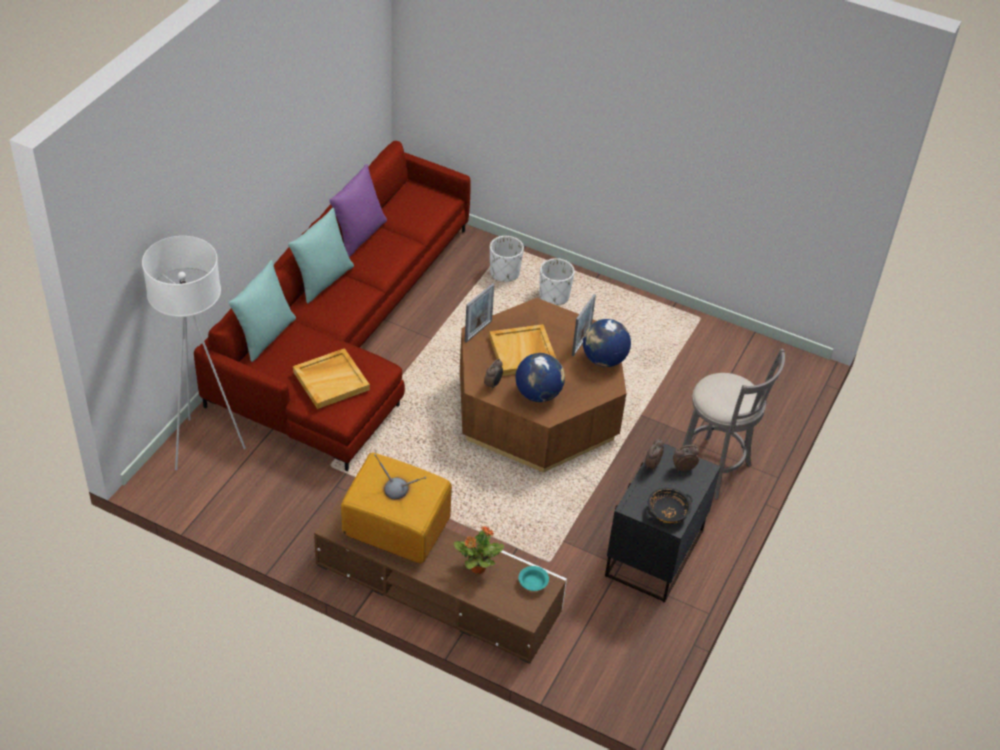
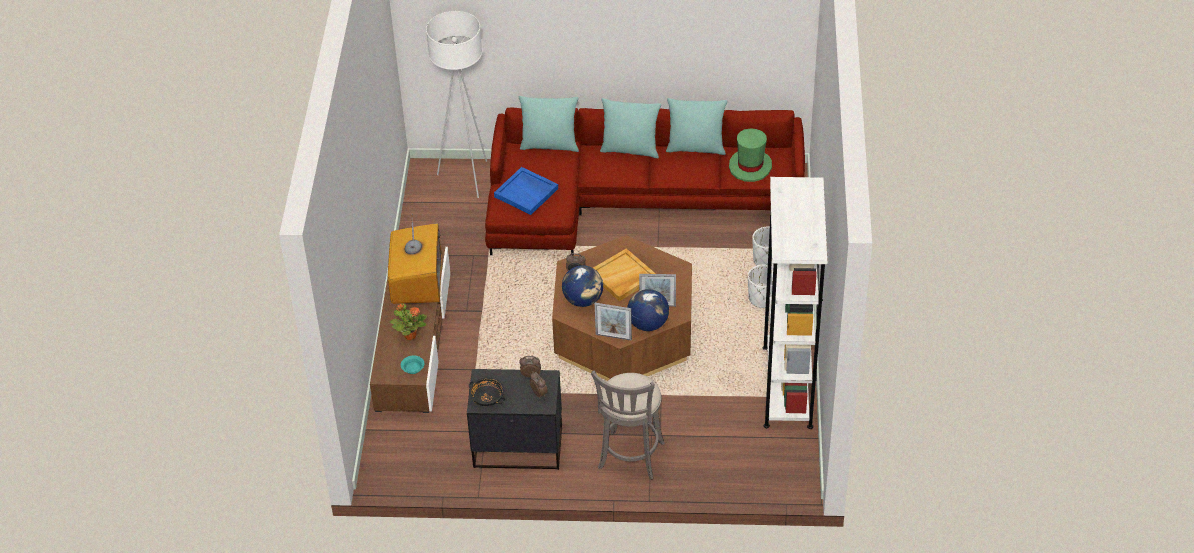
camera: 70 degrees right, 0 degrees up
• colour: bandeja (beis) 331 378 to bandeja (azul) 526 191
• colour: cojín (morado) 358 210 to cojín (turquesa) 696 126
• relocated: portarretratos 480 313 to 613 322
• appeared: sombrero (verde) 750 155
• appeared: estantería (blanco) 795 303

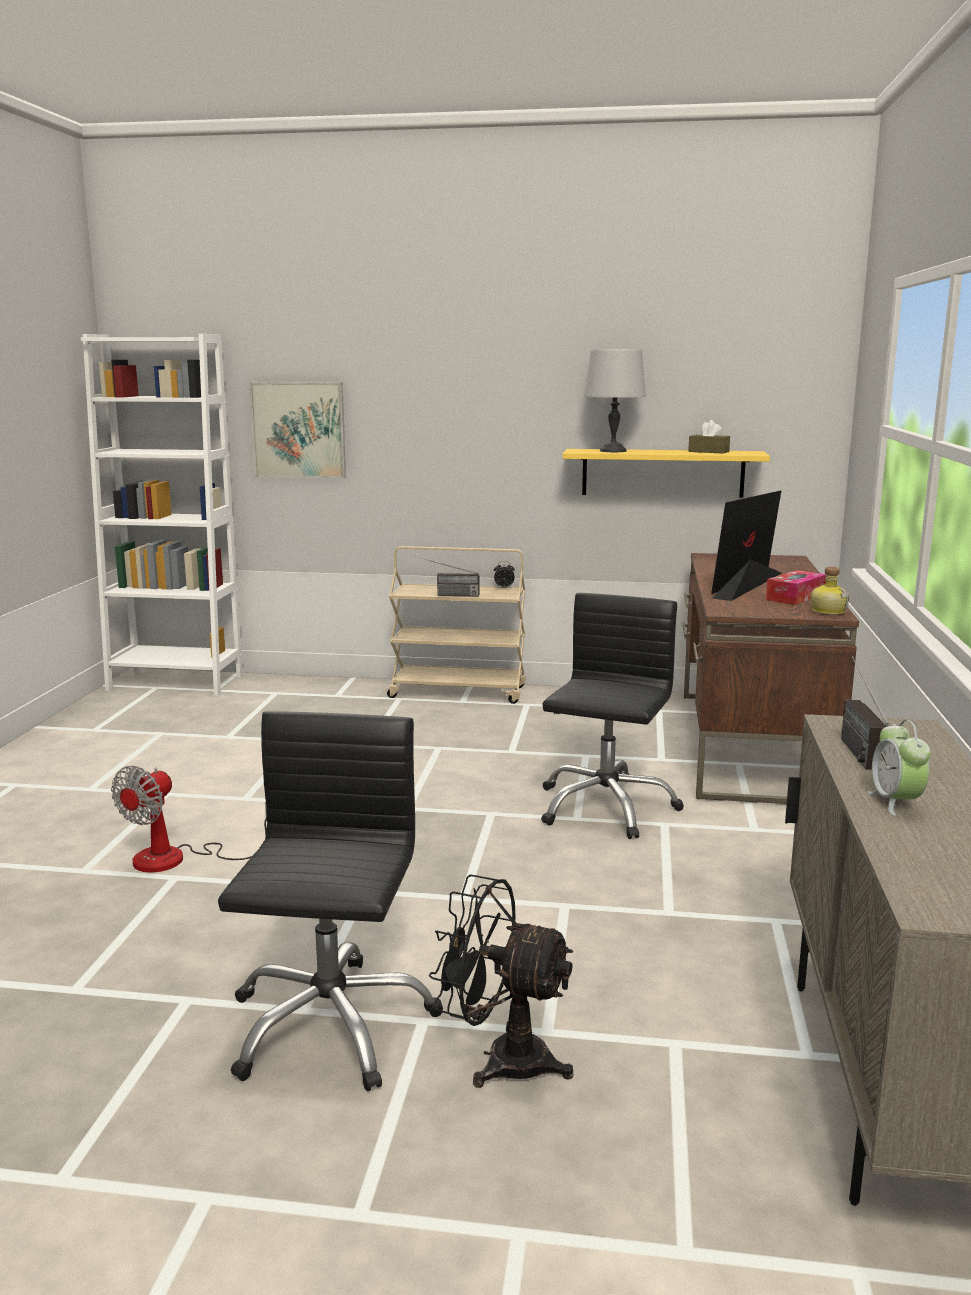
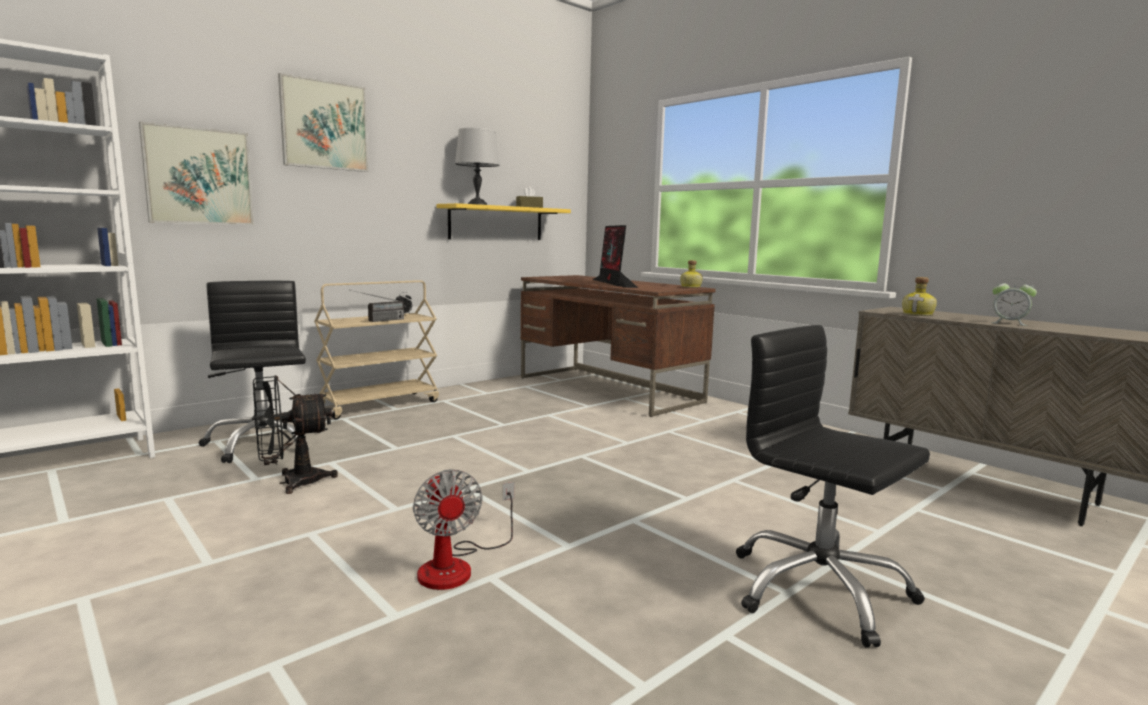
camera: 50 degrees left, 5 degrees down
• relocated: ventilador (negro) 501 981 to 295 434
• relocated: silla de oficina (negro) 612 716 to 259 372
• missing: caja de pañuelos 796 587
• exchanged: radio 865 713 to botella 919 296
• appeared: cuadro 323 122

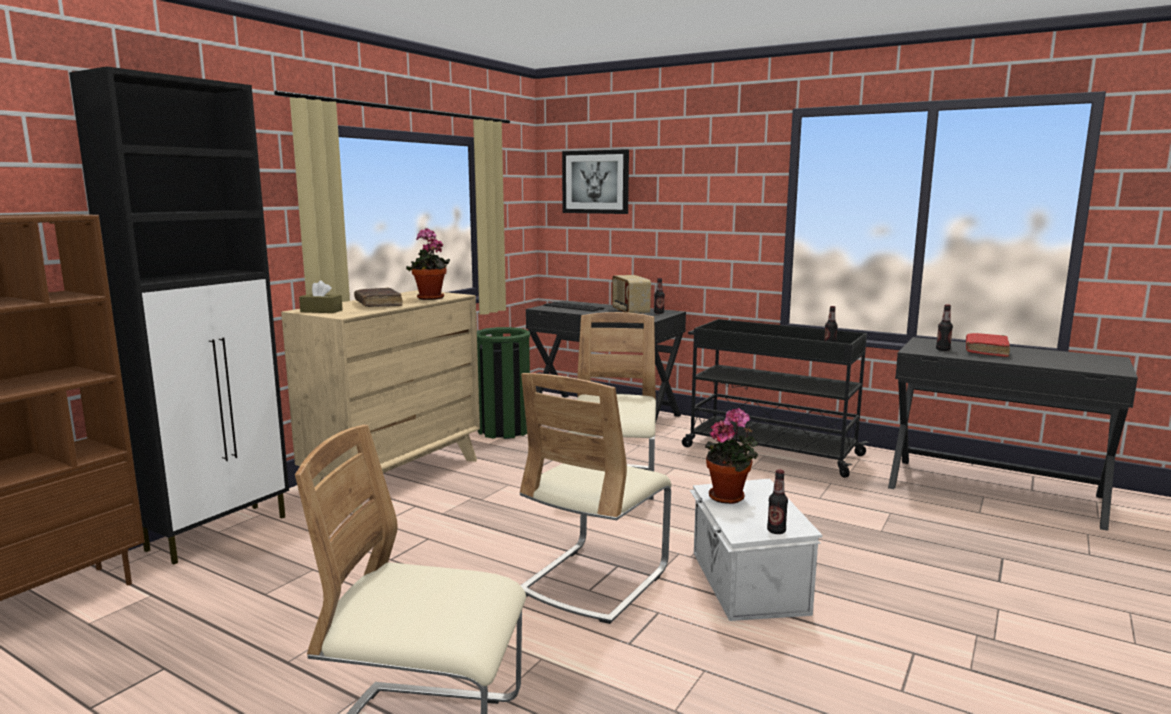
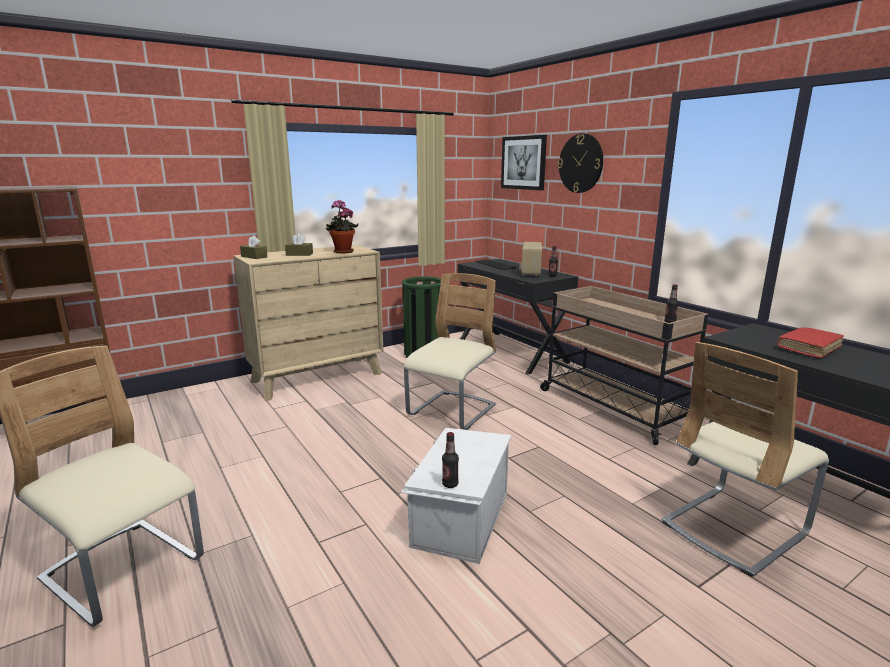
camera: 25 degrees right, 5 degrees up
• missing: armario (negro) 179 315
• exchanged: libro (marrón) 378 297 to caja de pañuelos (marrón) 299 244
• relocated: silla (beis) 596 498 to 745 459
• colour: carrito (negro) 775 398 to carrito (beis) 624 365
• missing: planta en maceta 731 456
• missing: botella 944 327
• appeared: reloj de pared 580 163

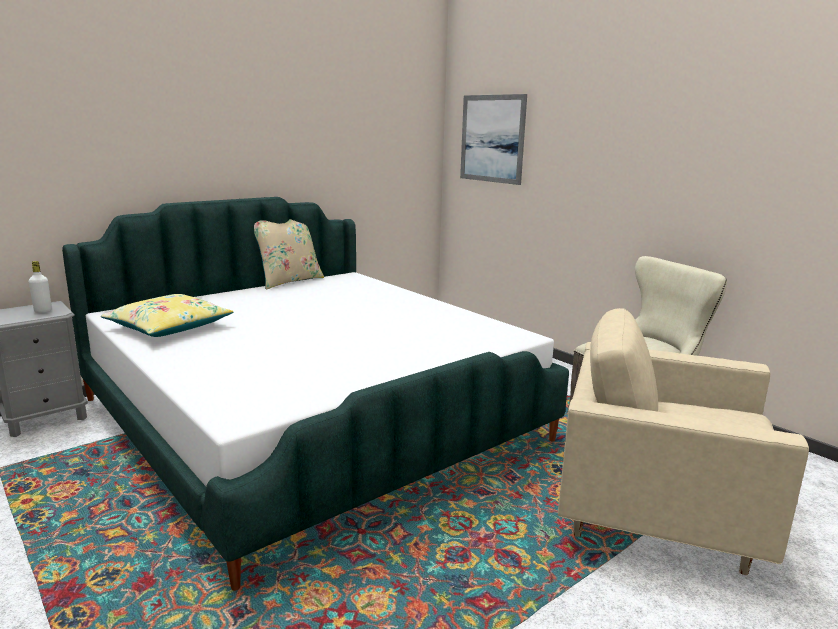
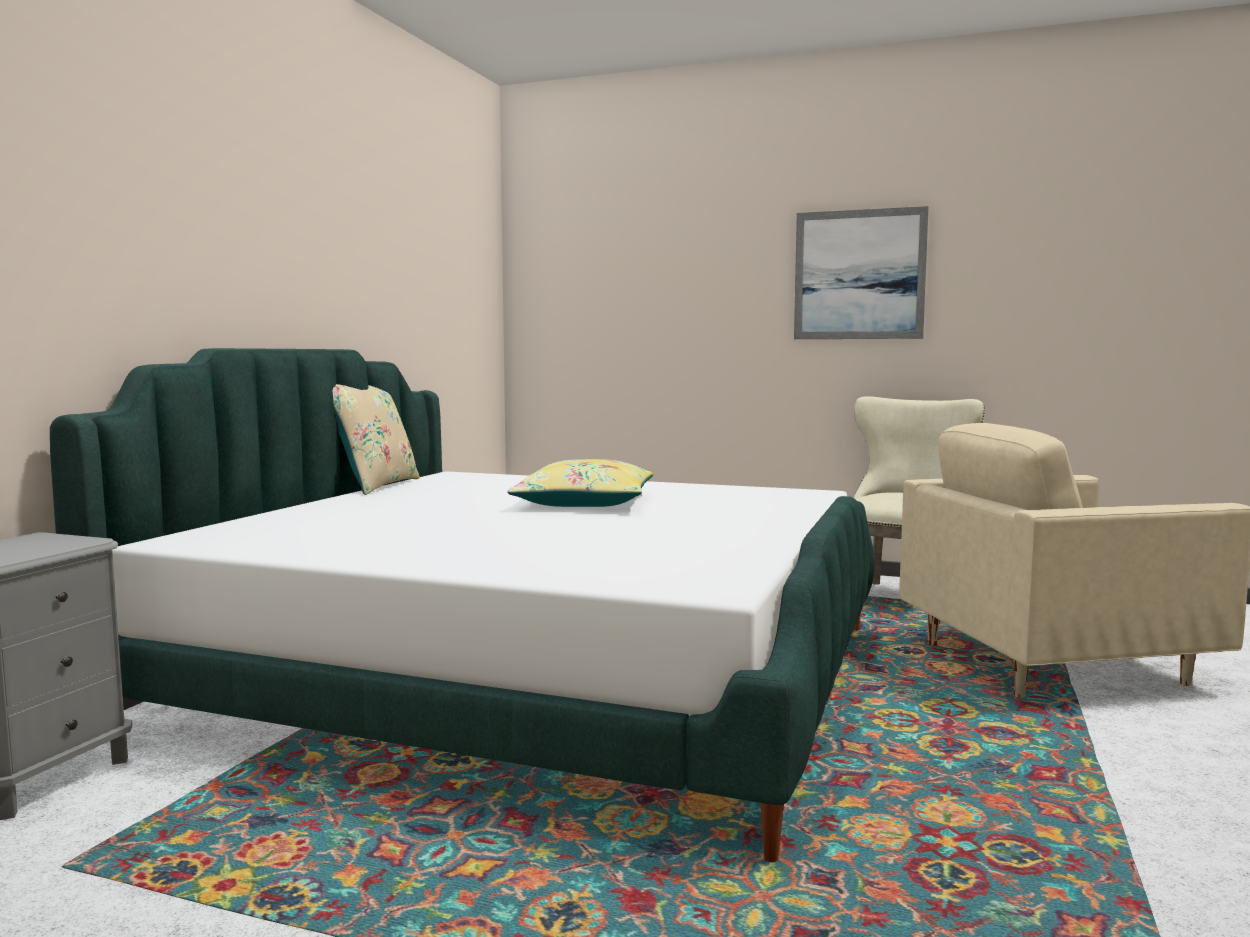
camera: 30 degrees left, 10 degrees down
• missing: botella (blanco) 40 287
• relocated: cojín (amarillo) 167 315 to 580 483
• relocated: cuadro 493 139 to 861 272

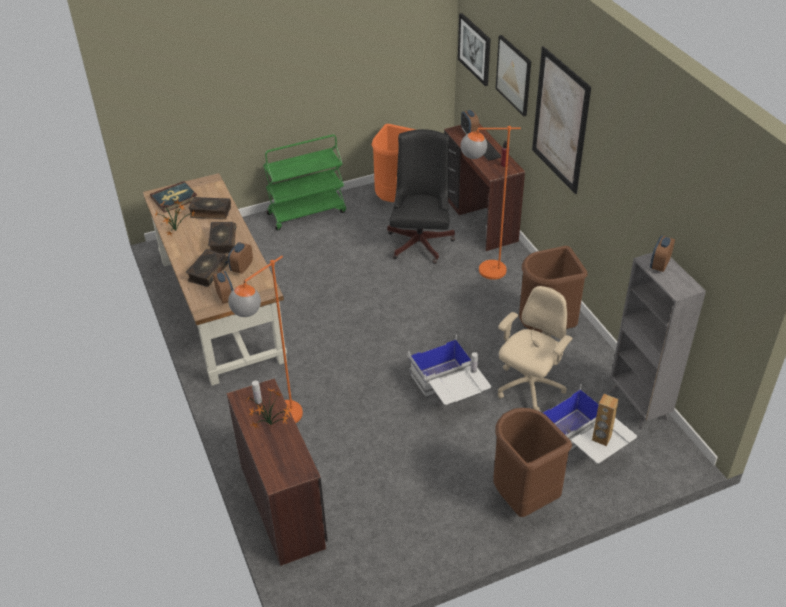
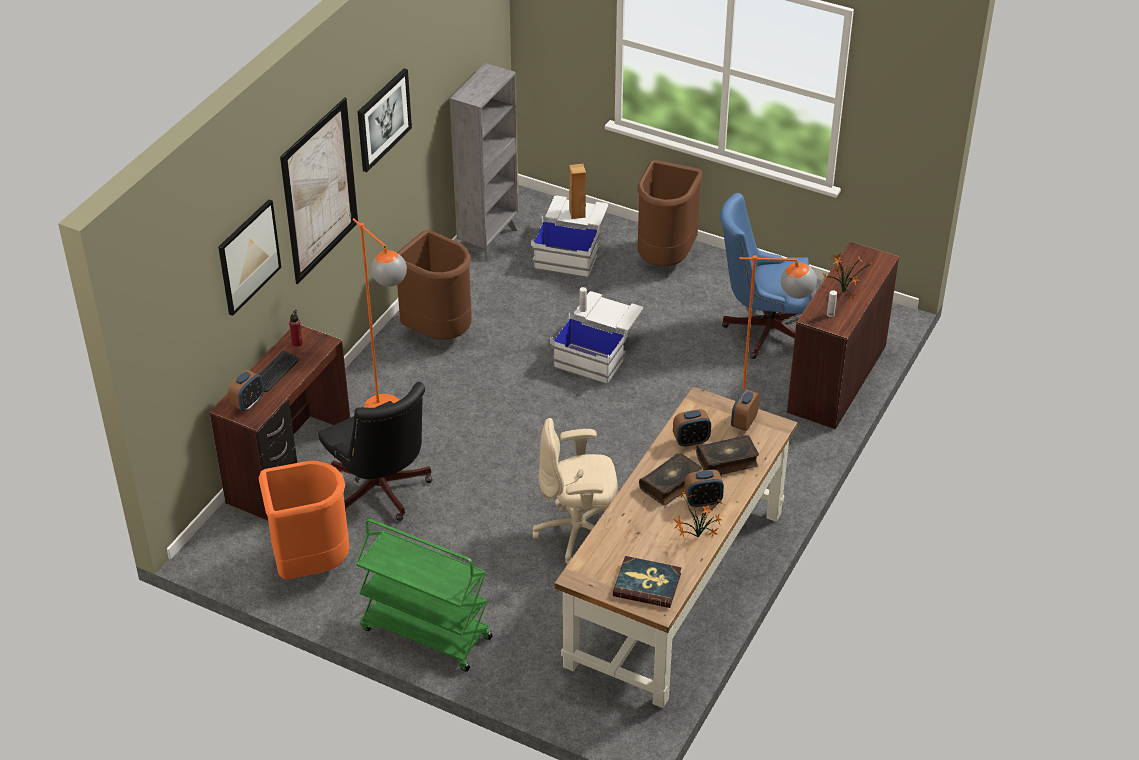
camera: 130 degrees left, 0 degrees up
• missing: libro 209 208
• spun: silla de oficina (negro) 421 196 = 375 451 90 degrees counterclockwise
• relocated: cuadro 474 49 to 385 120
• relocated: silla de oficina (beis) 535 348 to 575 491
• relocated: despertador 662 254 to 704 488
• appeared: silla de oficina (azul) 766 276

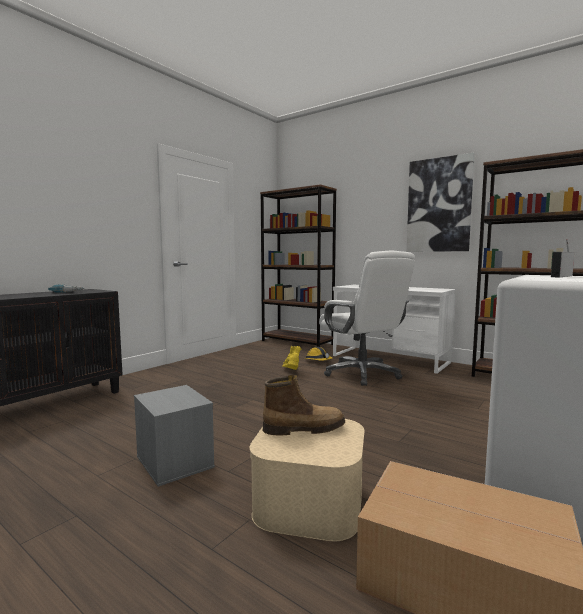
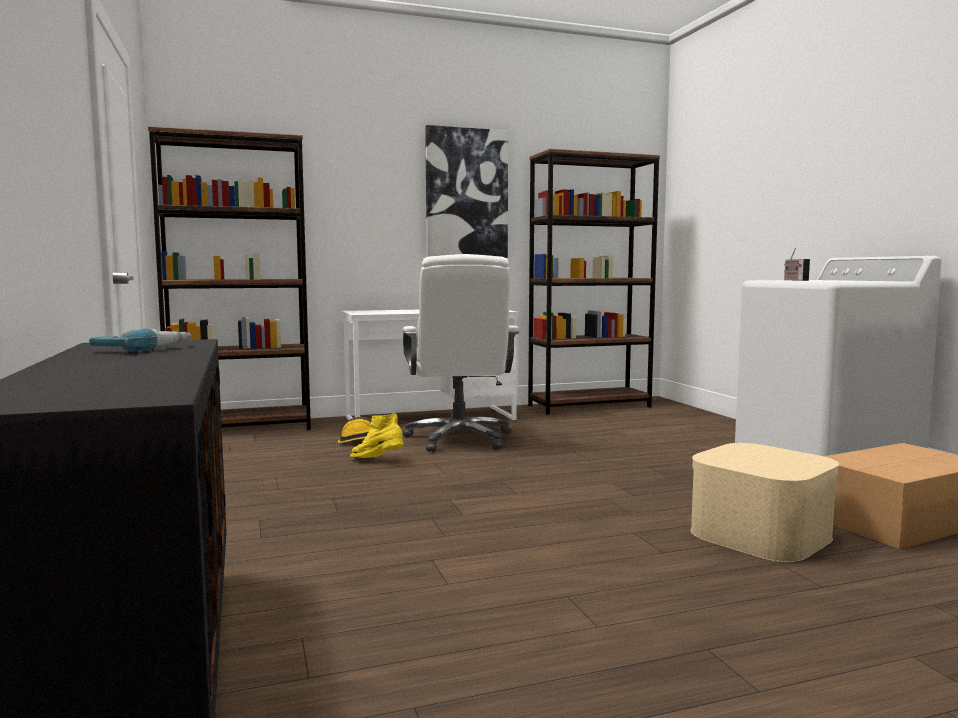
camera: 55 degrees left, 0 degrees up
• missing: caja de almacenaje (gris) 174 436
• missing: bota 304 405
• spun: silla de oficina (blanco) 367 318 = 461 353 75 degrees clockwise

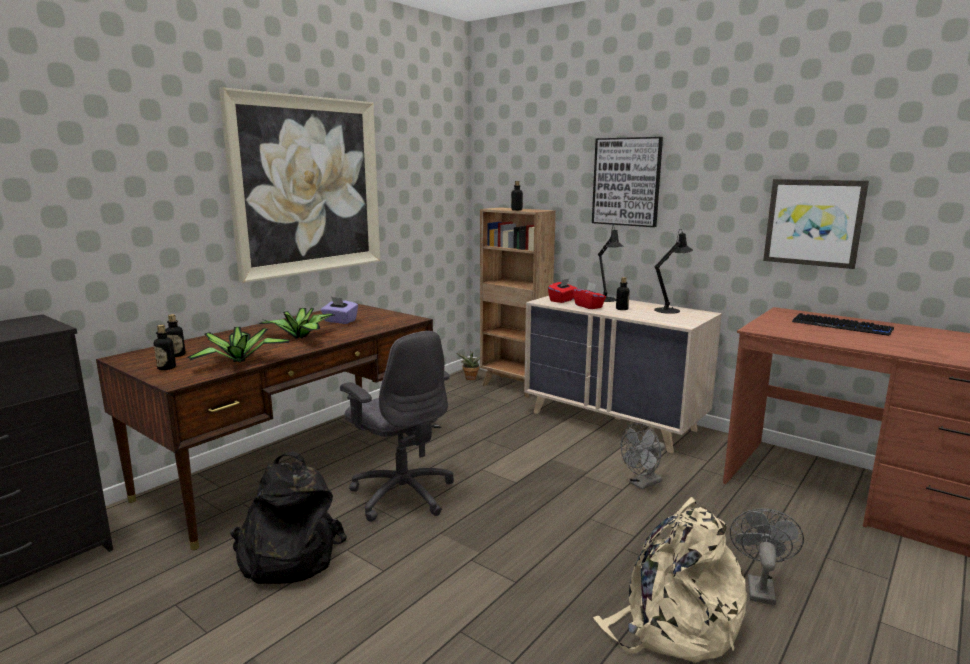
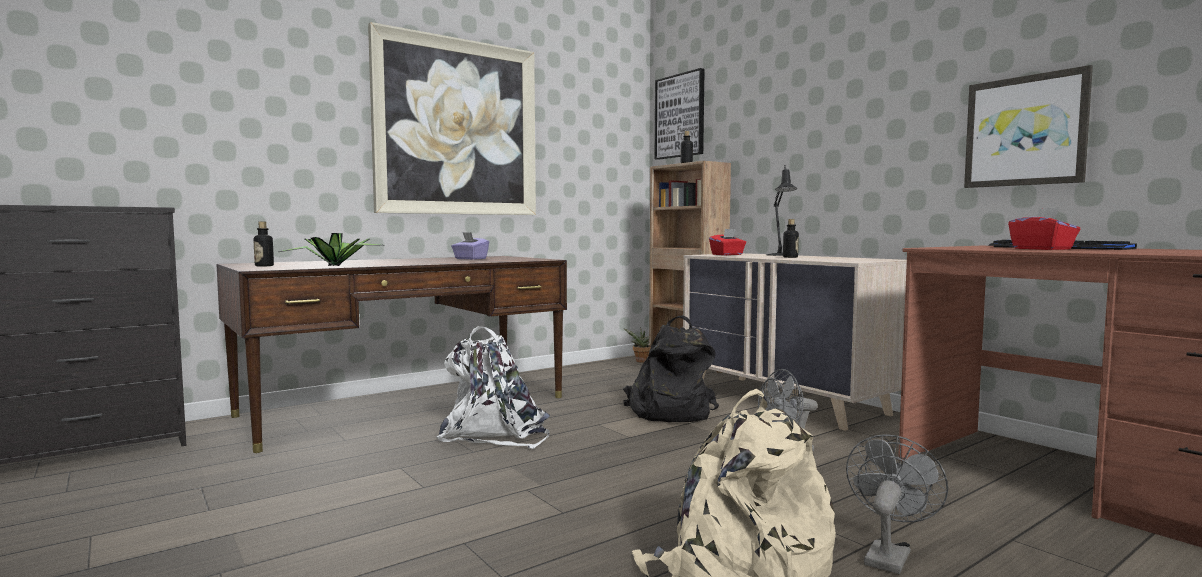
camera: 15 degrees right, 10 degrees down
• missing: botella 175 335
• relocated: mochila (negro) 288 518 to 671 368
• missing: planta en maceta 297 323
• exchanged: silla de oficina (gris) 397 426 to mochila (blanco) 493 387
• relocated: caja de pañuelos (rojo) 589 296 to 1044 228
• relocated: cuadro 627 182 to 680 114
• missing: lámpara de mesa (negro) 673 271

